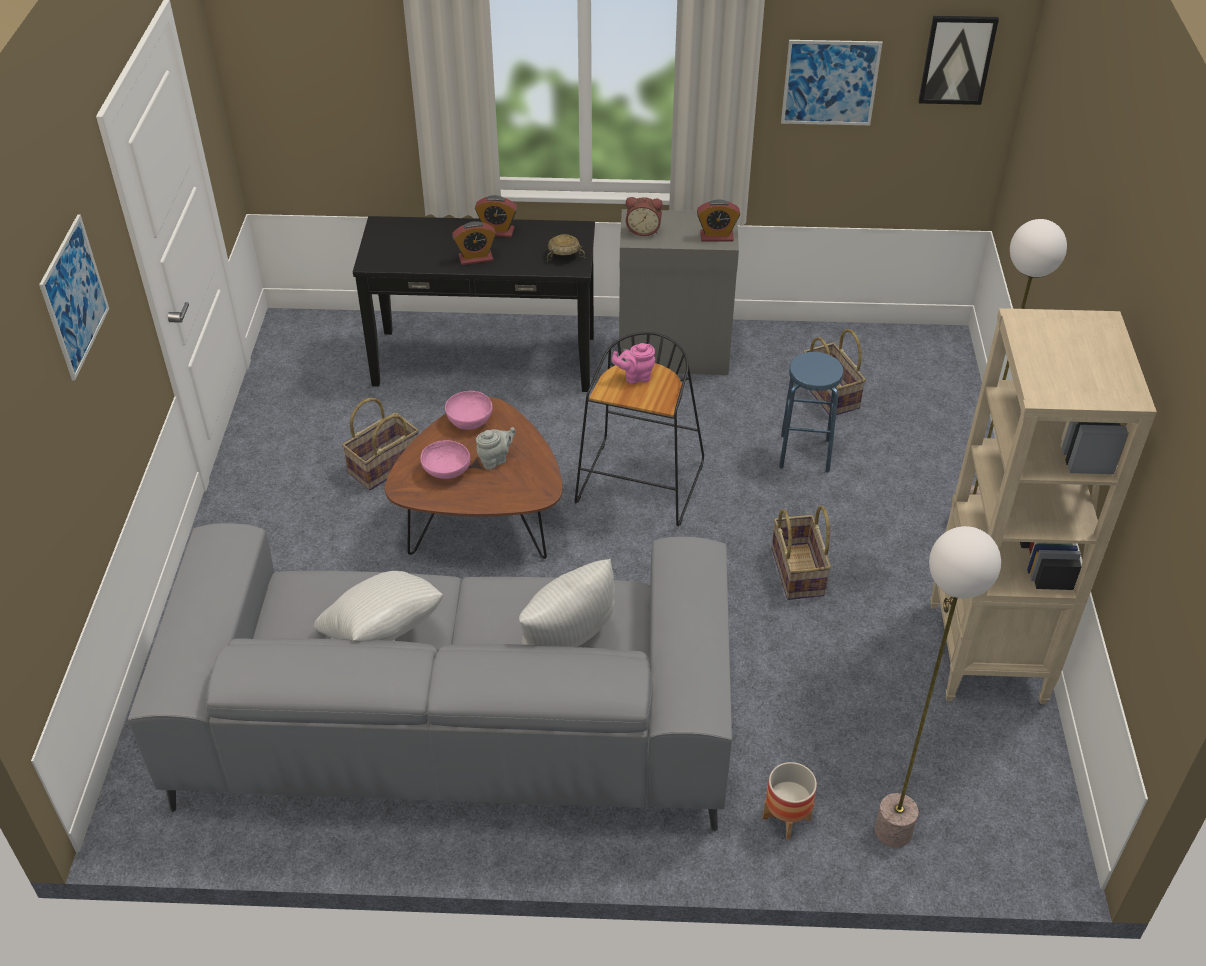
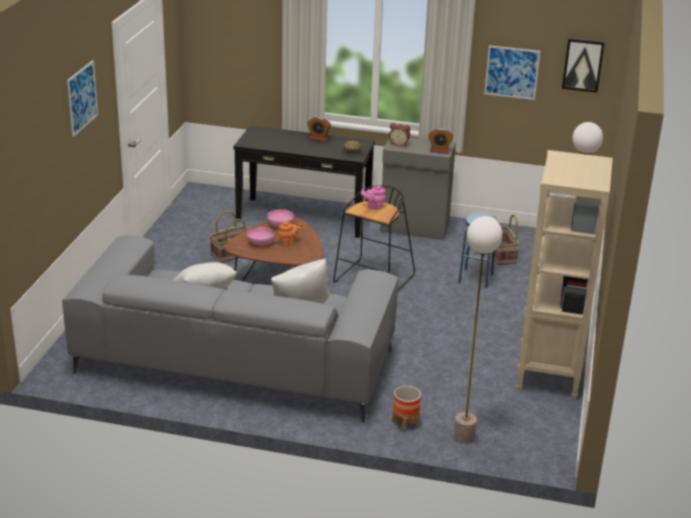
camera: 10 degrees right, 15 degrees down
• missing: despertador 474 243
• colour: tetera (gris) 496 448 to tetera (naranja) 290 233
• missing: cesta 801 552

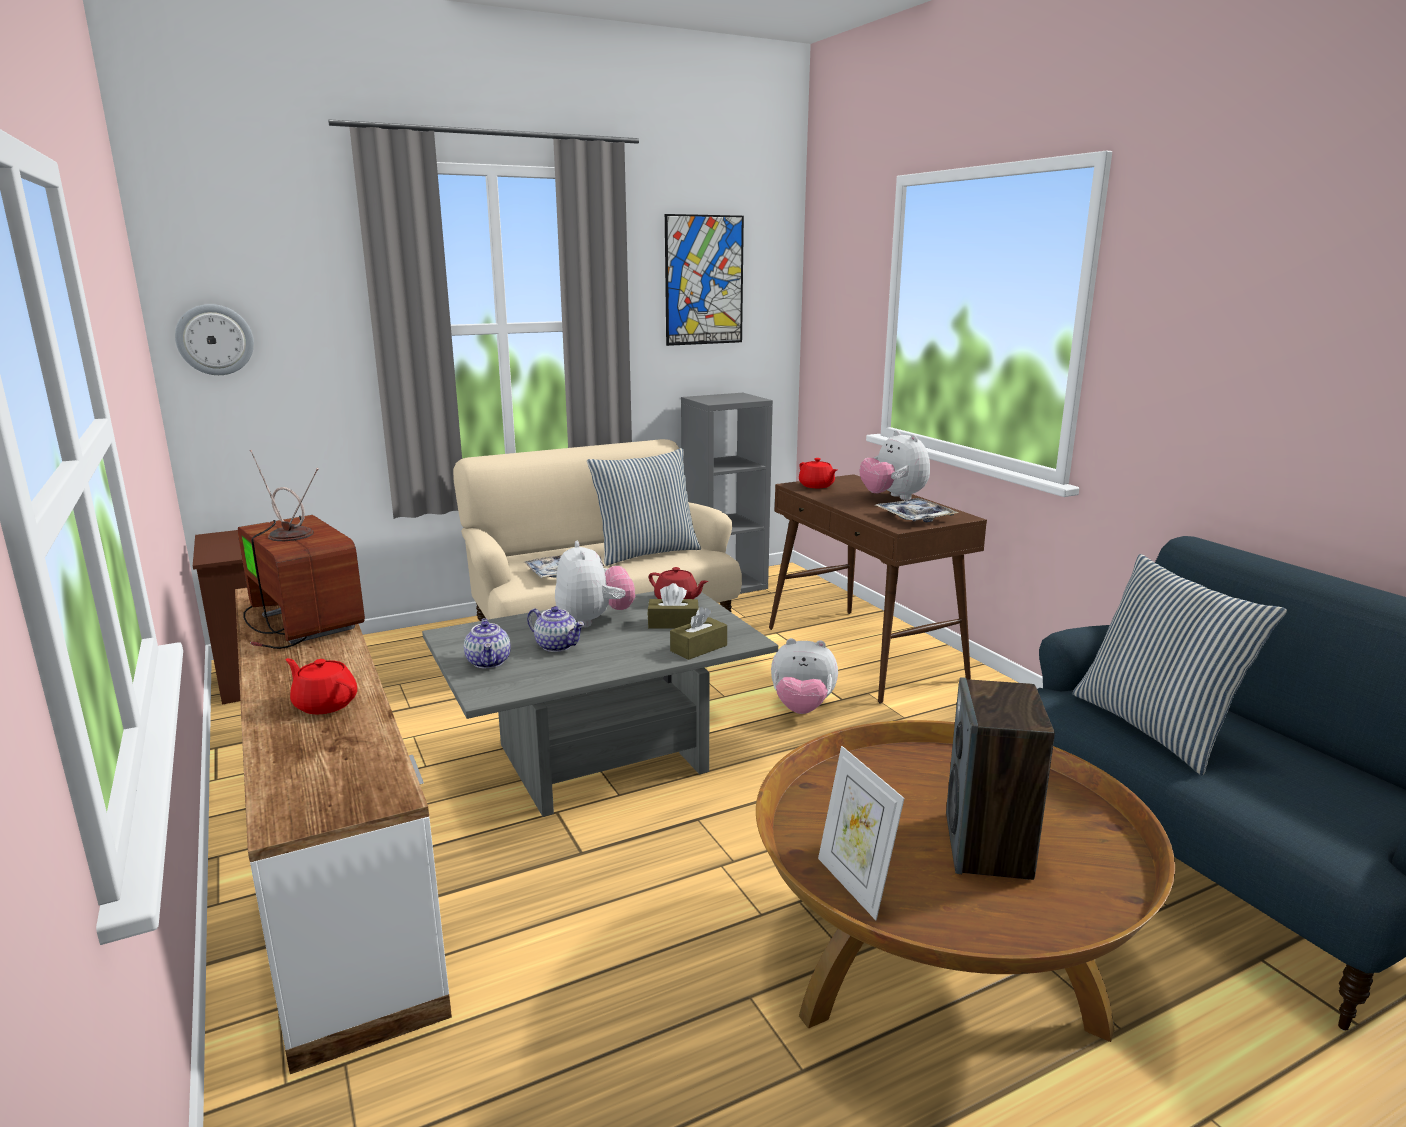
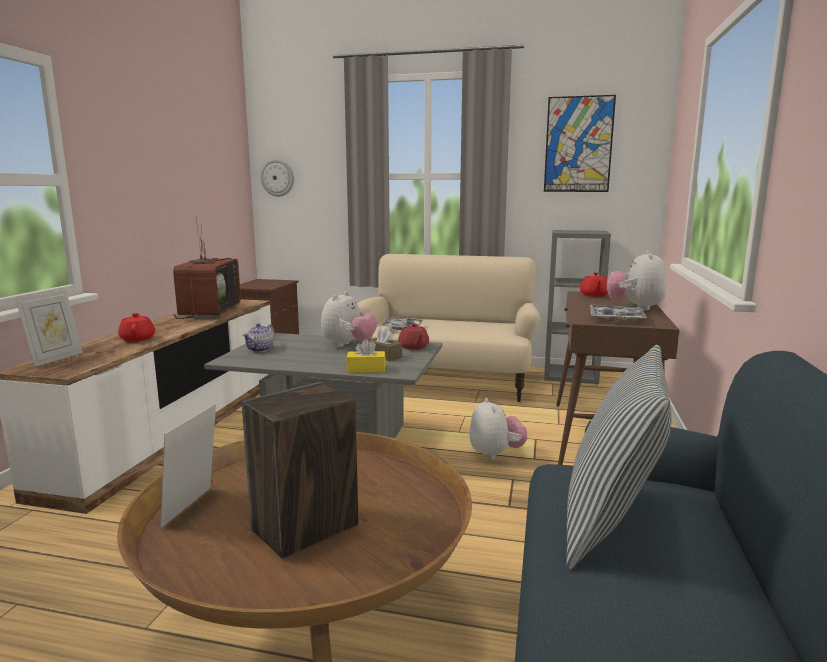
camera: 40 degrees right, 5 degrees down
• missing: tetera 556 629
• missing: cojín 644 507
• colour: caja de pañuelos (marrón) 698 633 to caja de pañuelos (amarillo) 366 356
• spun: peluche 804 676 = 498 429 150 degrees counterclockwise
• appeared: portarretratos 49 328

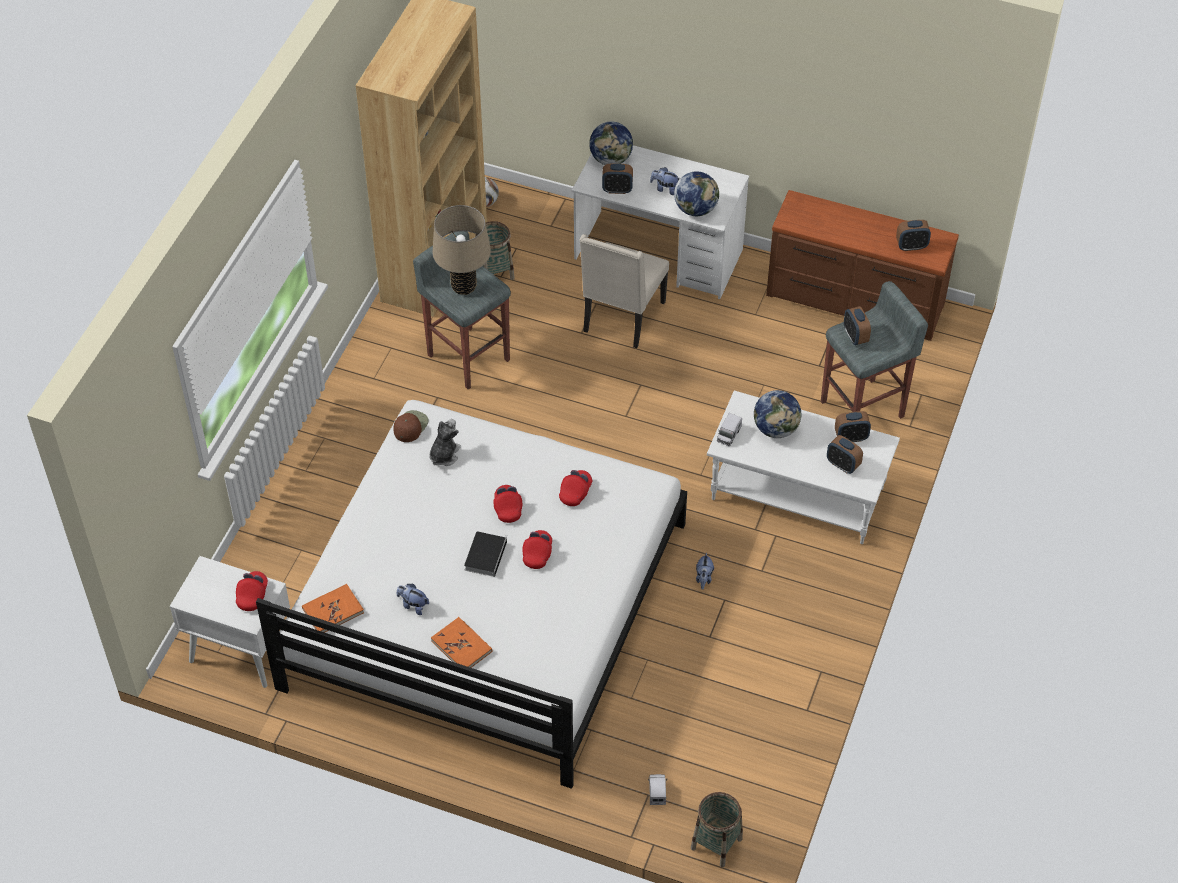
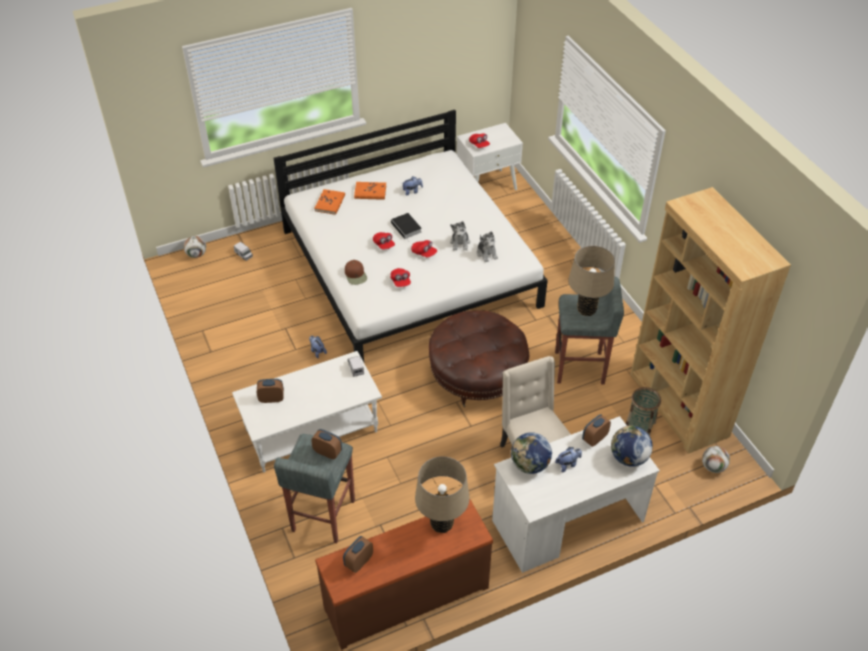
camera: 135 degrees right, 5 degrees down
• relocated: libro (naranja) 333 608 to 329 202
• relocated: gorra (marrón) 411 426 to 356 272
• exchanged: cesta 717 829 to balón de fútbol 195 247
• missing: globo terráqueo 777 414
• missing: despertador 853 426
• appeared: lámpara de mesa (beis) 442 494
• appeared: puf (marrón) 479 359
• appeared: peluche 460 235

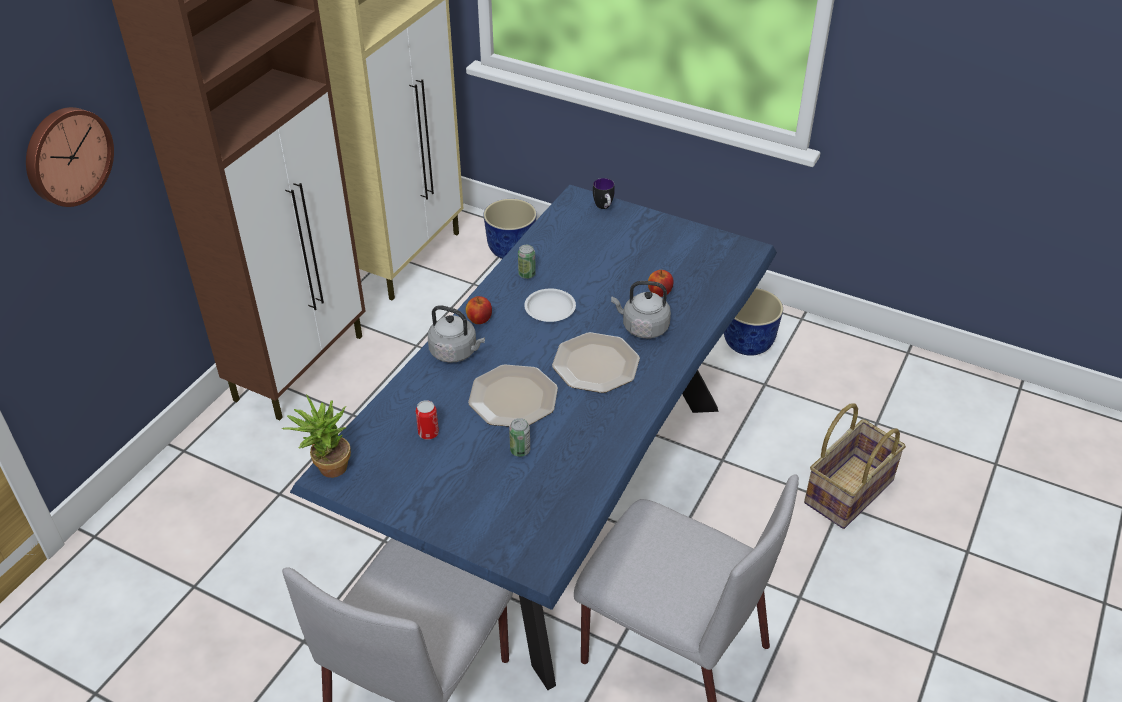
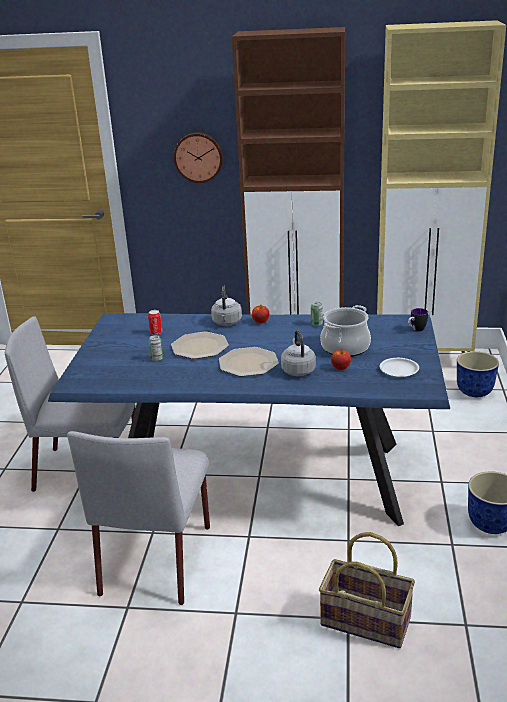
camera: 70 degrees right, 15 degrees down
• missing: planta en maceta 316 436
• relocated: plato (blanco) 550 305 to 399 367
• appeared: olla 345 331

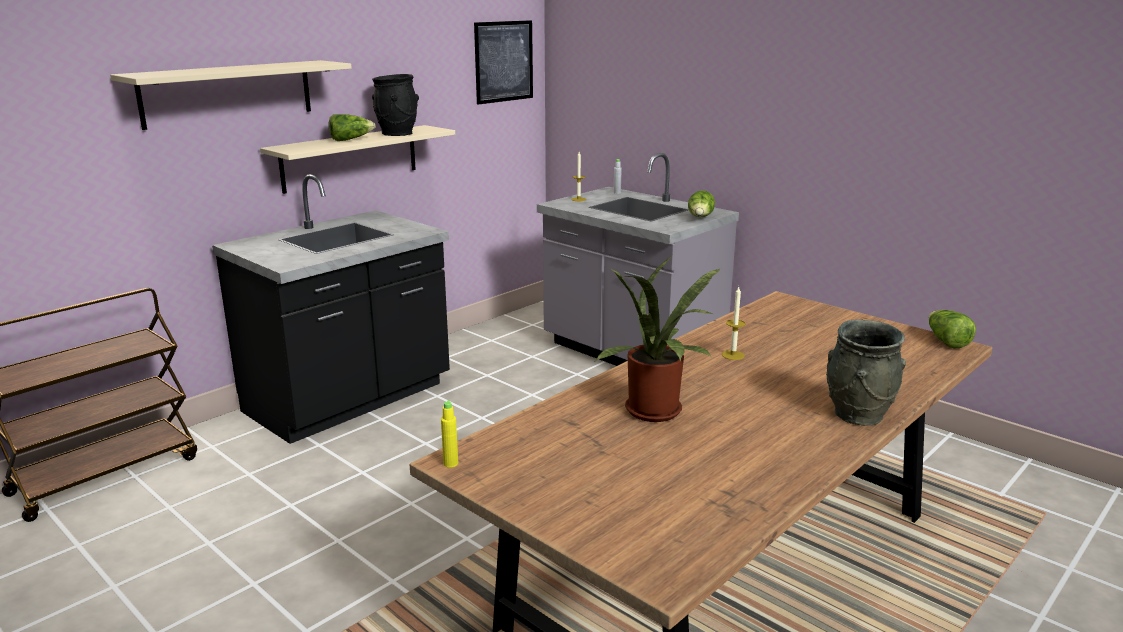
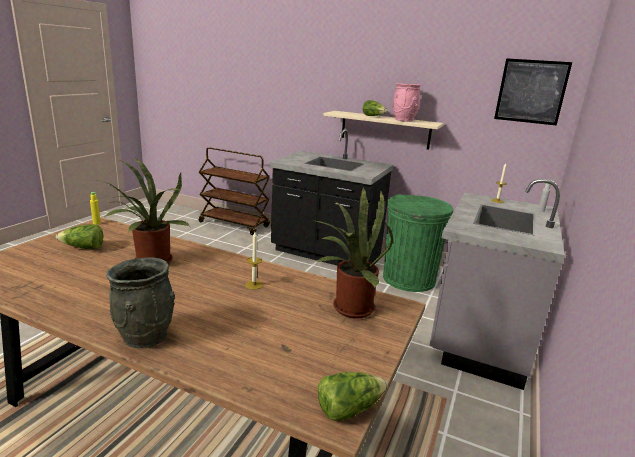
camera: 70 degrees right, 0 degrees up
• missing: estante (beis) 231 95
• colour: florero (negro) 395 105 to florero (rosa) 406 102
• relocated: lechuga 701 203 to 79 236
• appeared: planta en maceta 352 253
• appeared: papelera (verde) 418 243

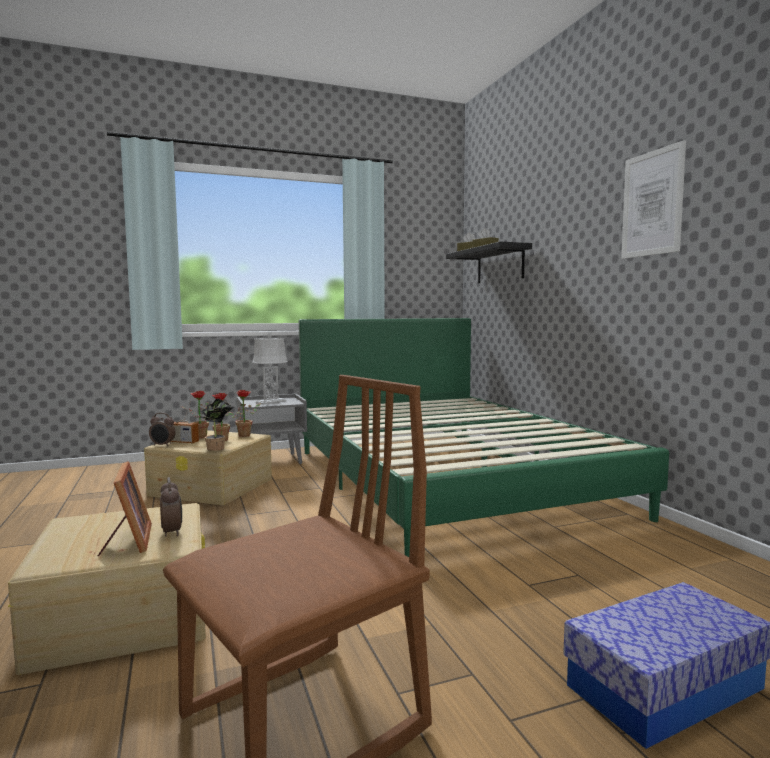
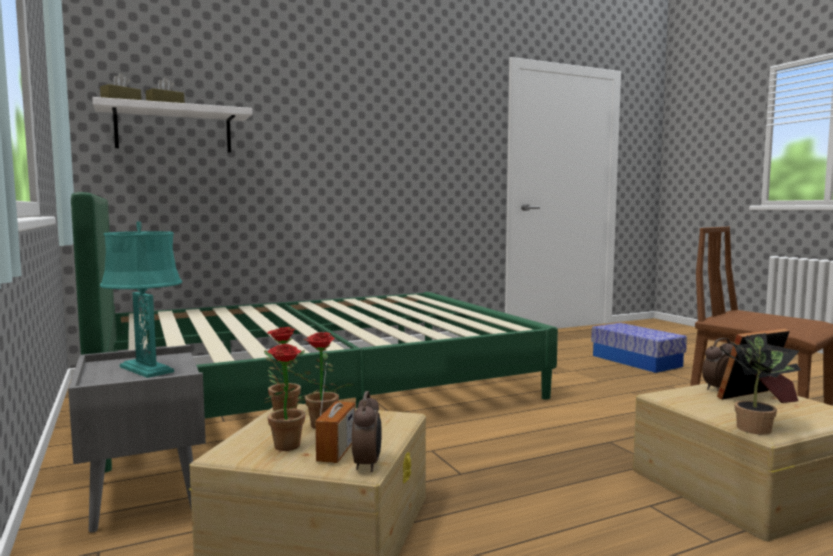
camera: 95 degrees left, 0 degrees up
• relocated: planta en maceta 215 424 to 761 384
• colour: lámpara de mesa (gris) 270 369 to lámpara de mesa (turquesa) 141 299
• colour: estante (negro) 489 262 to estante (blanco) 172 125
• missing: cuadro 653 199

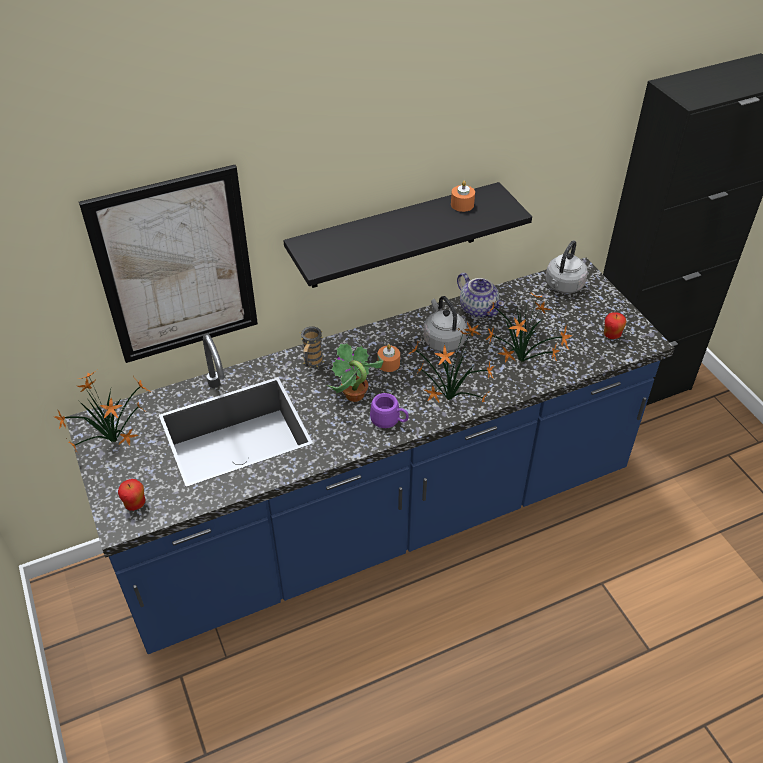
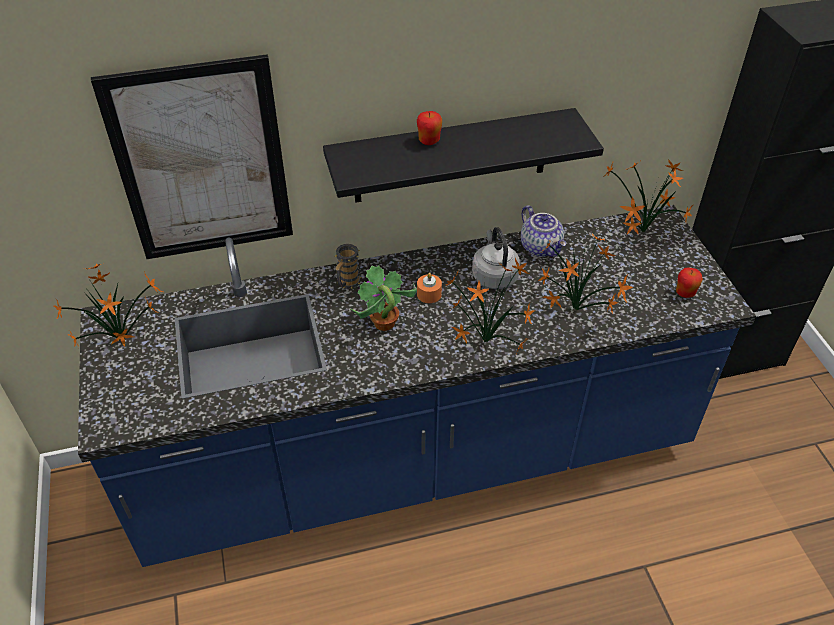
camera: 10 degrees right, 0 degrees up
• relocated: manzana 131 495 to 429 128
• missing: taza grande (morado) 389 410
• missing: vela (naranja) 463 196
• exchanged: hervidor (gris) 567 266 to planta en maceta 648 197

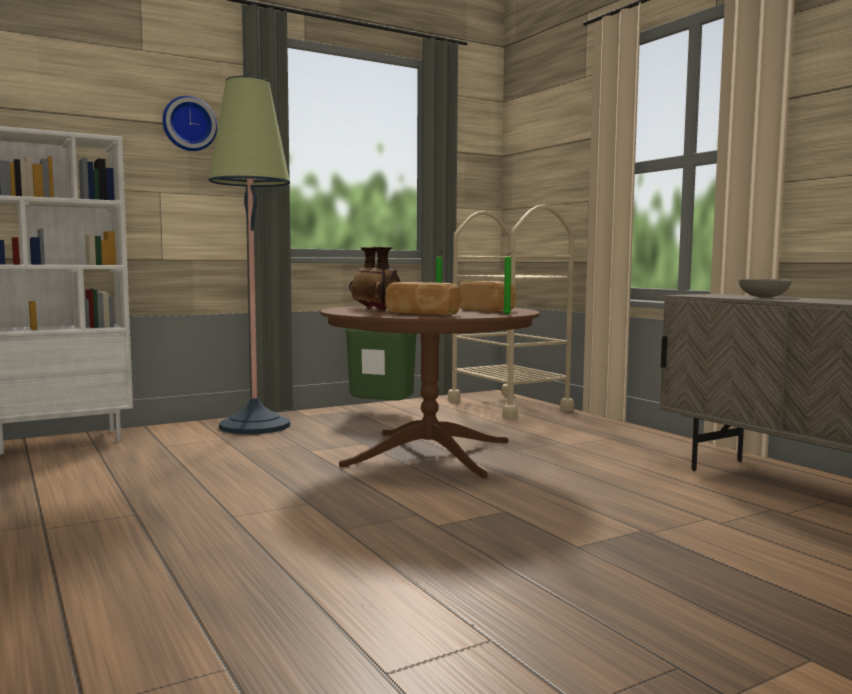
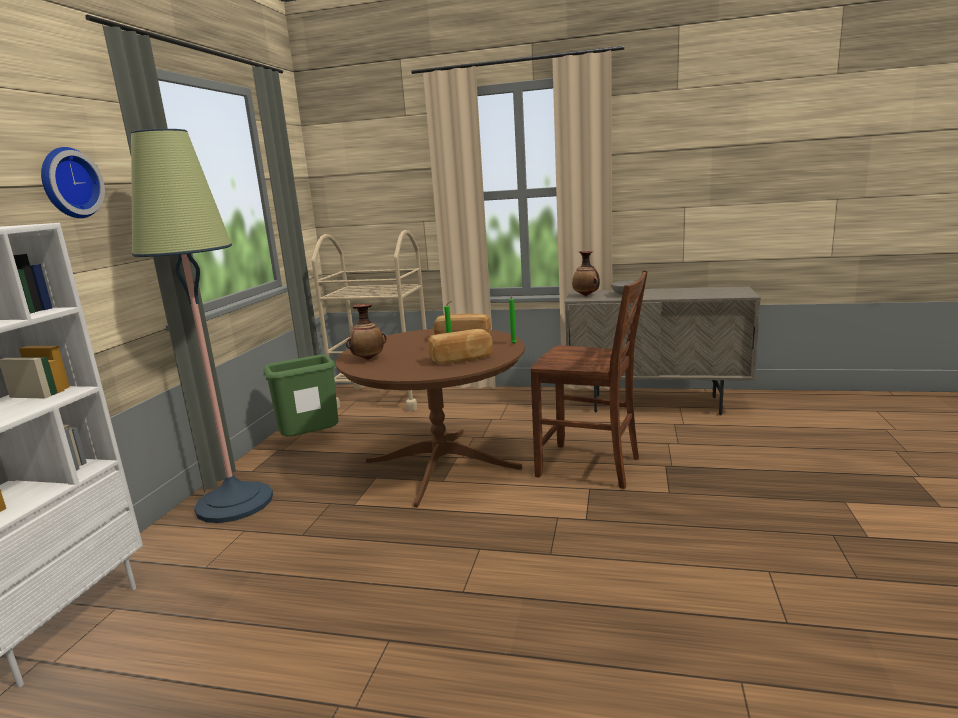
camera: 45 degrees left, 10 degrees up
• relocated: florero 382 279 to 586 273
• appeared: silla (marrón) 589 379

